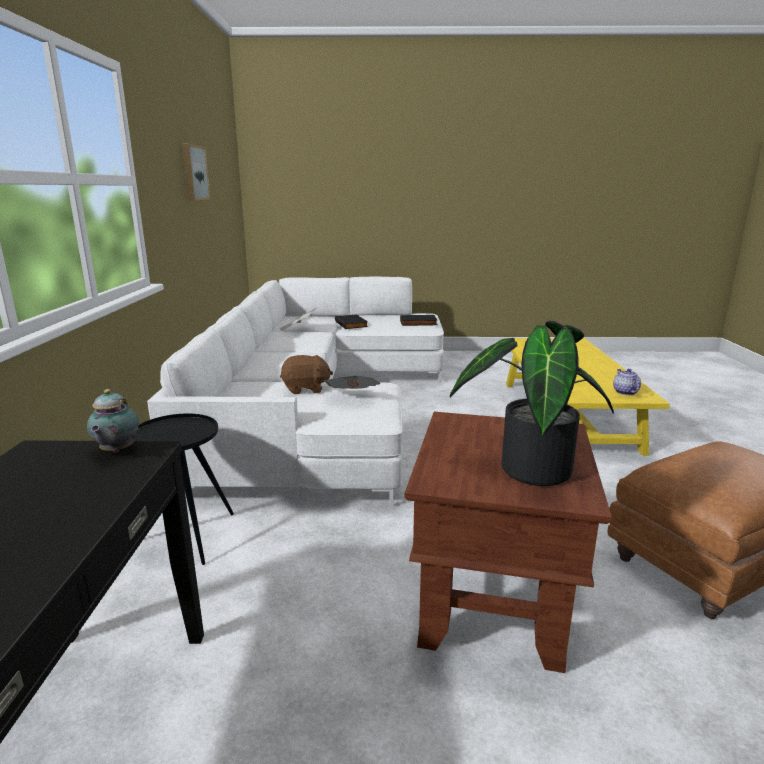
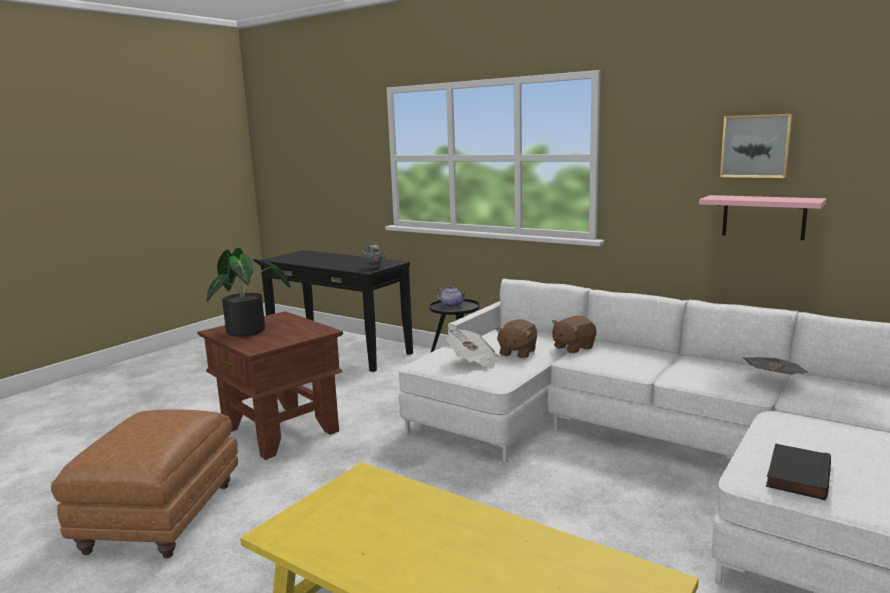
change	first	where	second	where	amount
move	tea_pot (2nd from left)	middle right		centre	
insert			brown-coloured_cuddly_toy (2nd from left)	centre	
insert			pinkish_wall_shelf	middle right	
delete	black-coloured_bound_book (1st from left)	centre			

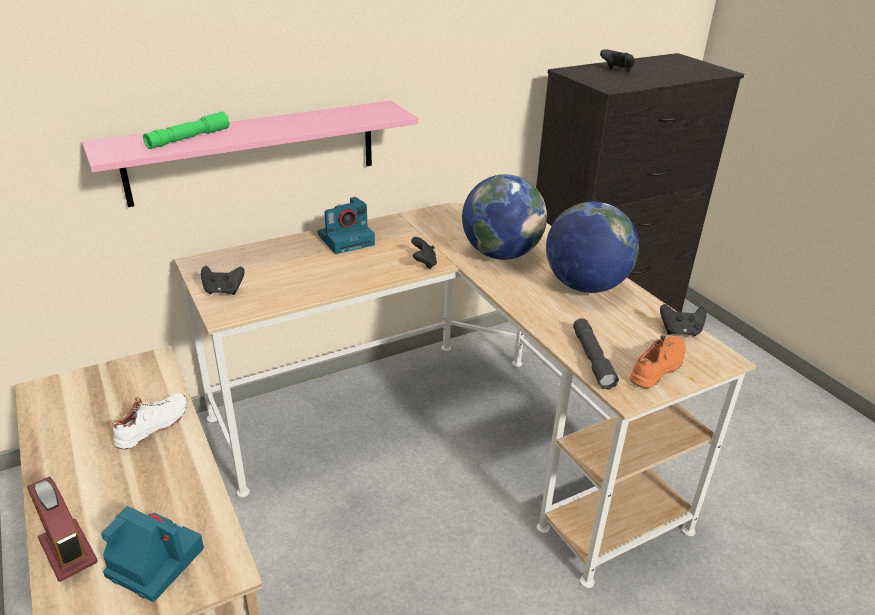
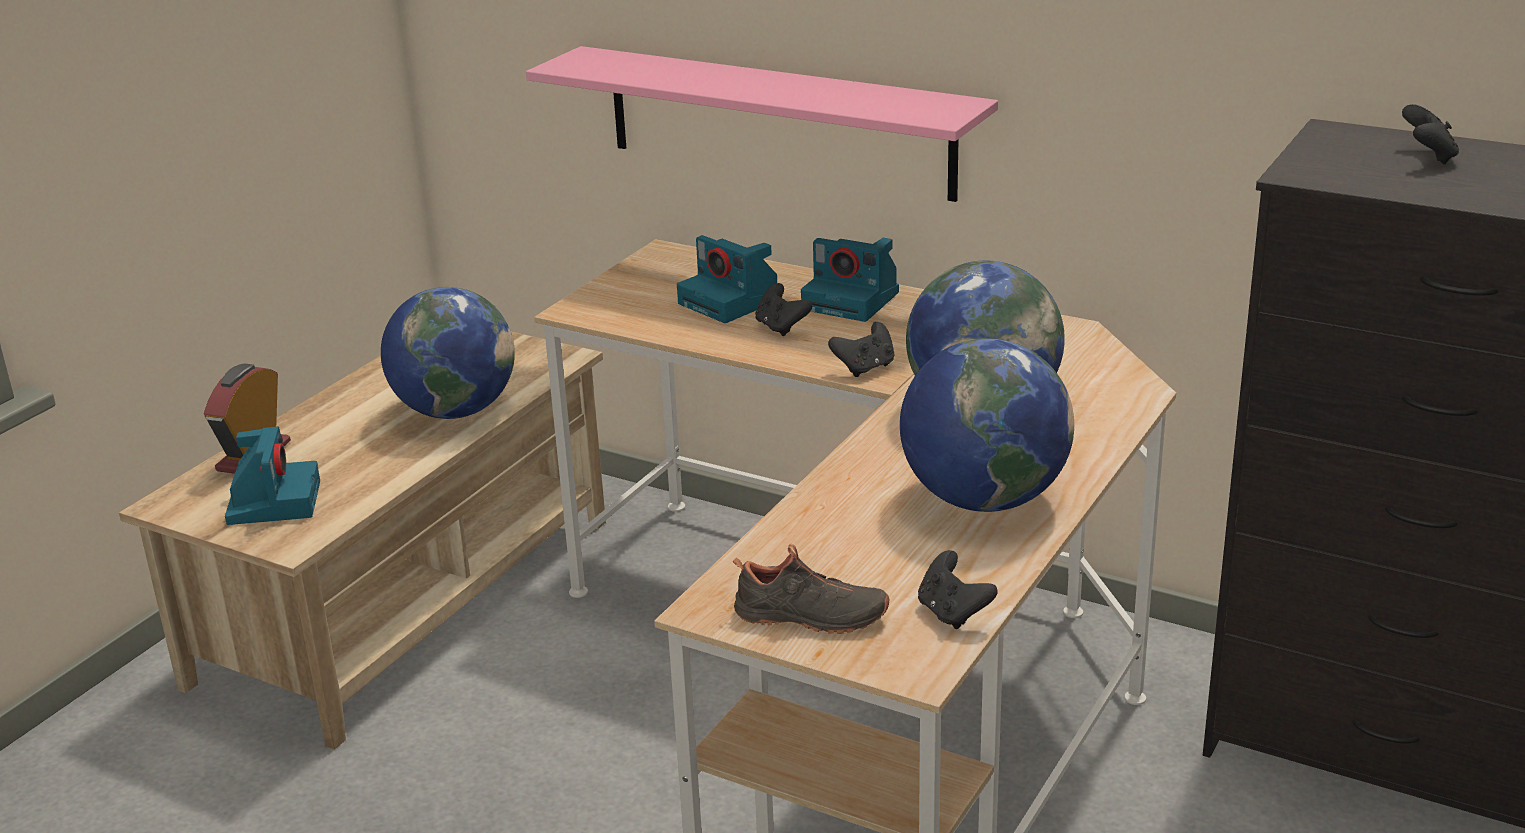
change	first	where	second	where	amount
replace	white-coloured_low_shoe	bottom left	desk_globe (1st from left)	middle left	
insert			photo_camera (2nd from left)	centre	
recolor	orange-coloured_low_shoe	middle right	black-coloured_low_shoe	bottom centre	
move	black-coloured_joypad (1st from left)	middle left		centre	
delete	greenish_hand_torch	top left			
delete	greyish_hand_torch	middle right			

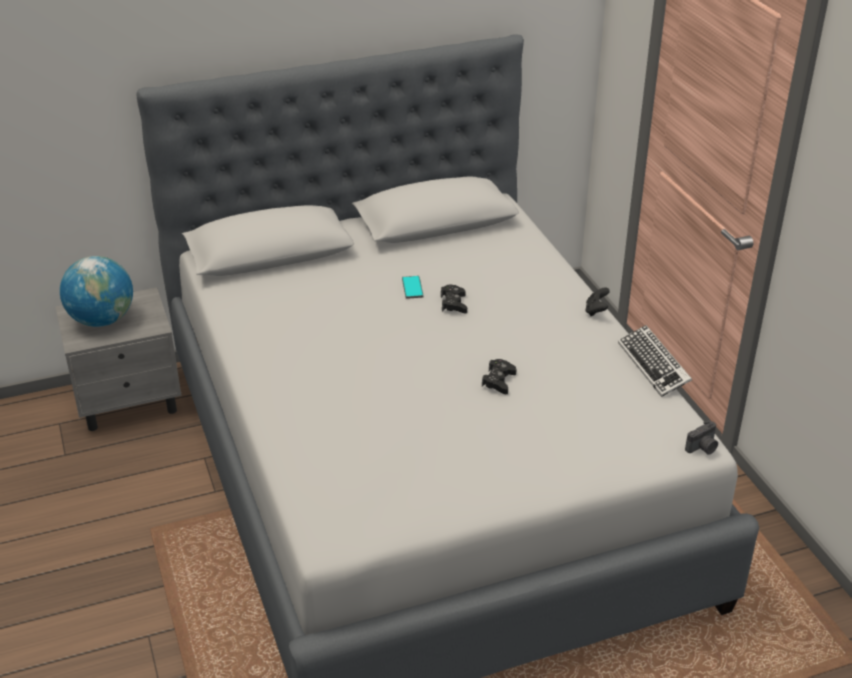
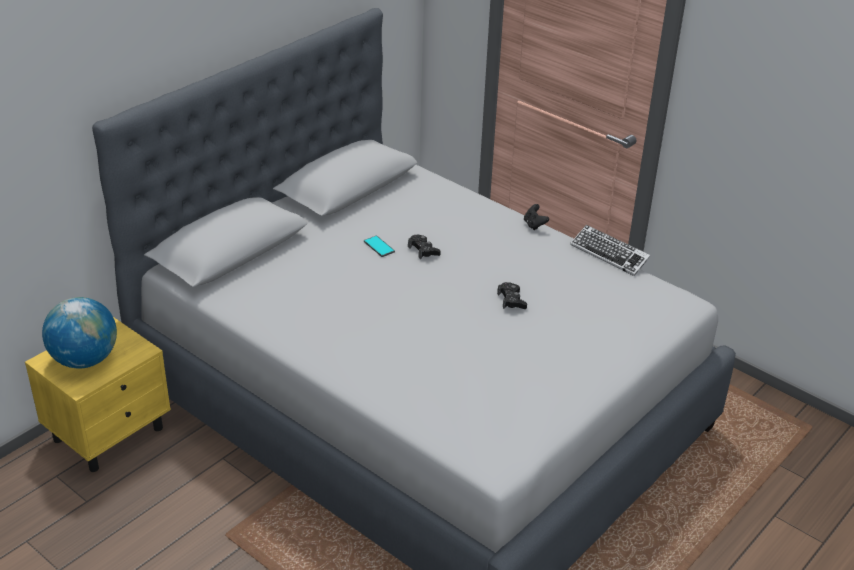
change	first	where	second	where	amount
recolor	greyish_night_table	middle left	yellow_night_table	bottom left	
delete	photo_camera	middle right			

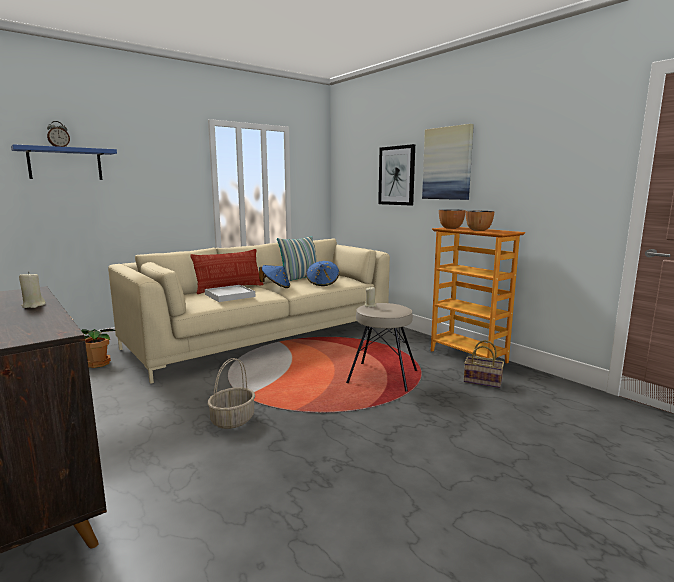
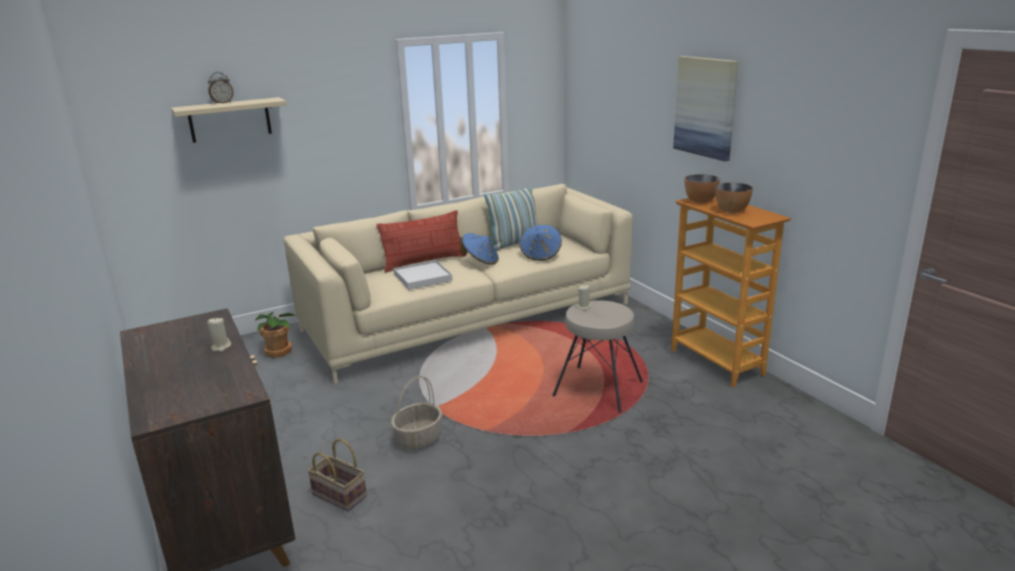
change	first	where	second	where	amount
recolor	blue_wall_shelf	top left	sand-coloured_wall_shelf	top left	
move	storage_basket (2nd from left in the first image)	middle right	storage_basket (1st from left)	bottom left	
delete	picture (1st from left)	top centre			

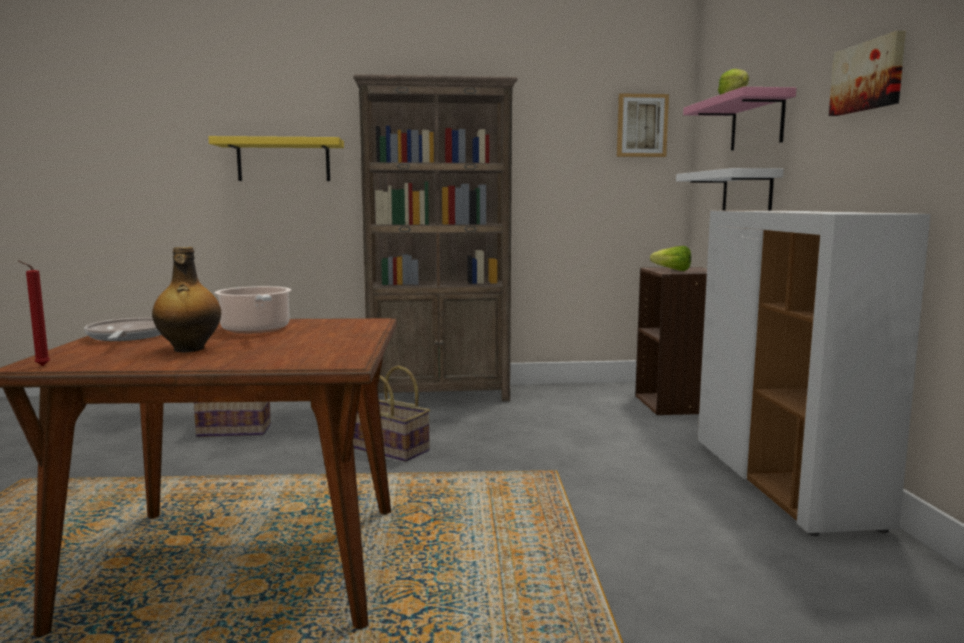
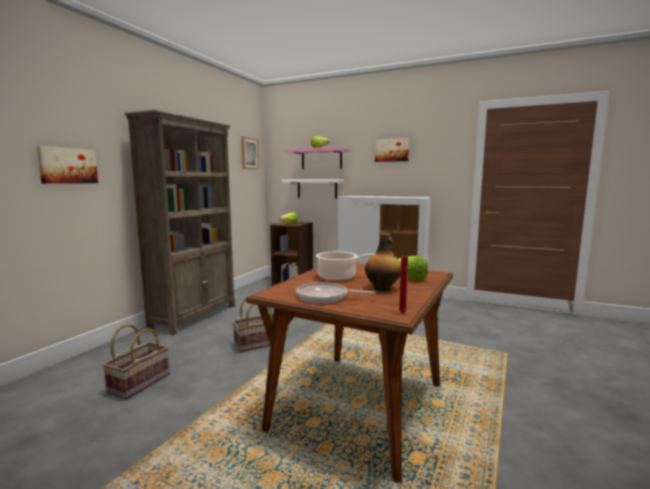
change	first	where	second	where	amount
replace	yellow_wall_shelf	top left	picture (1st from left)	middle left	
insert			lettuce (3rd from left)	centre	

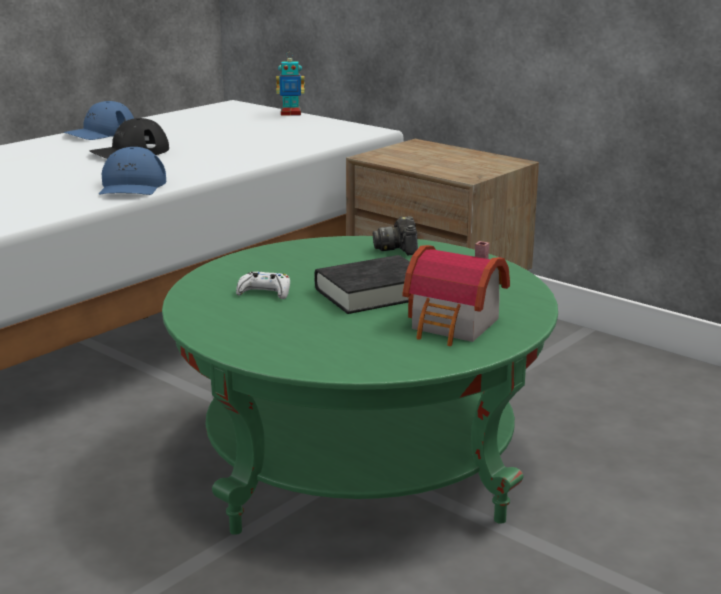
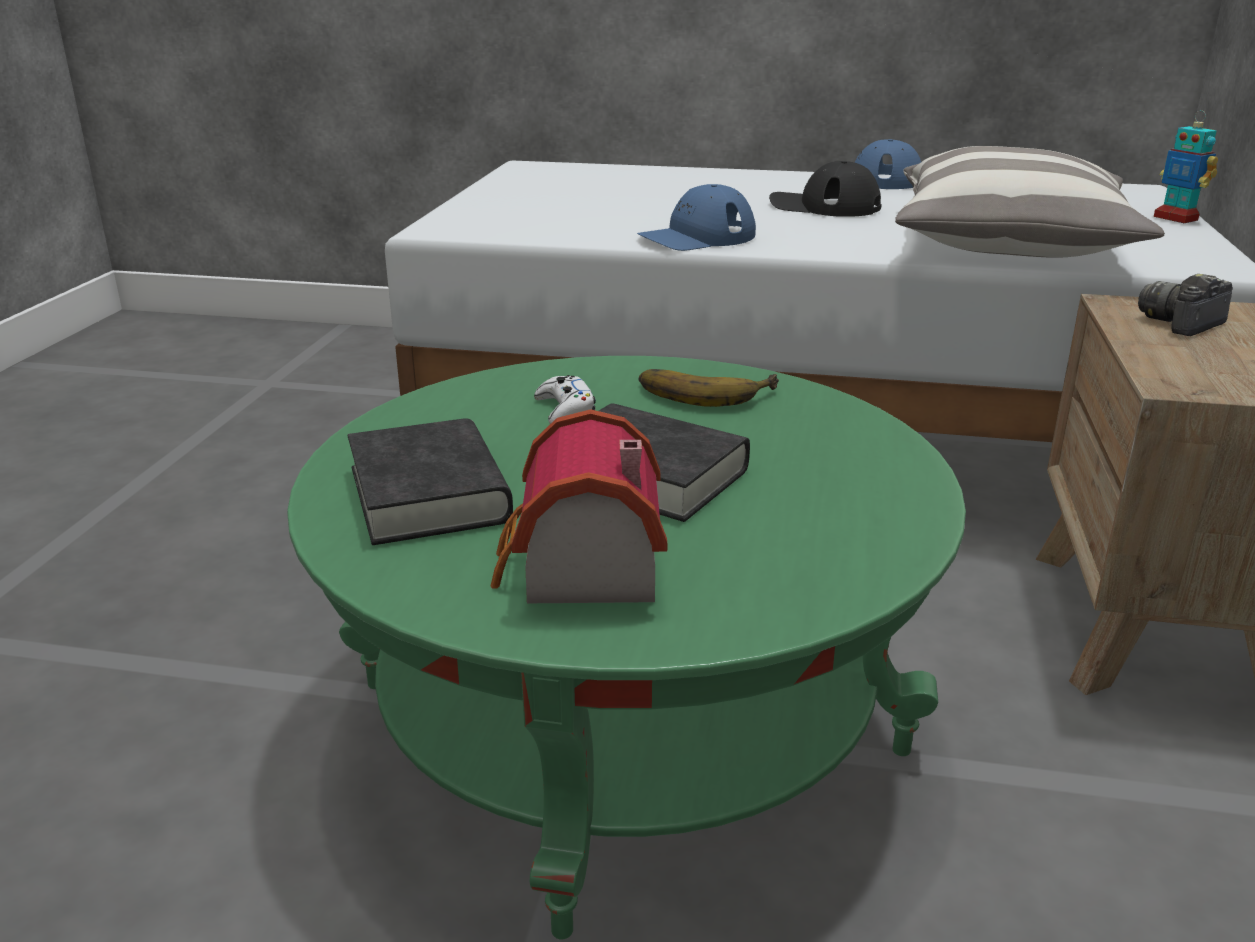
change	first	where	second	where	amount
insert			black-coloured_bound_book (1st from left)	centre	
insert			whole_banana	centre	
insert			pillow	top right	
move	photo_camera	centre		top right	

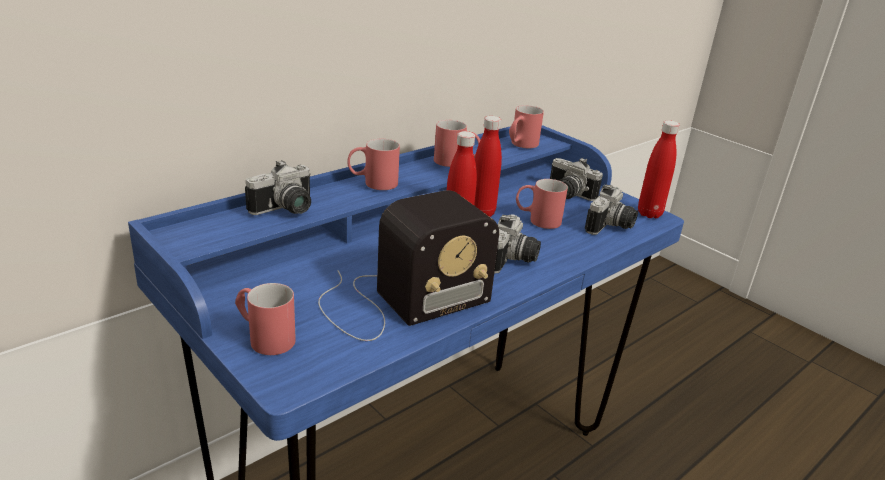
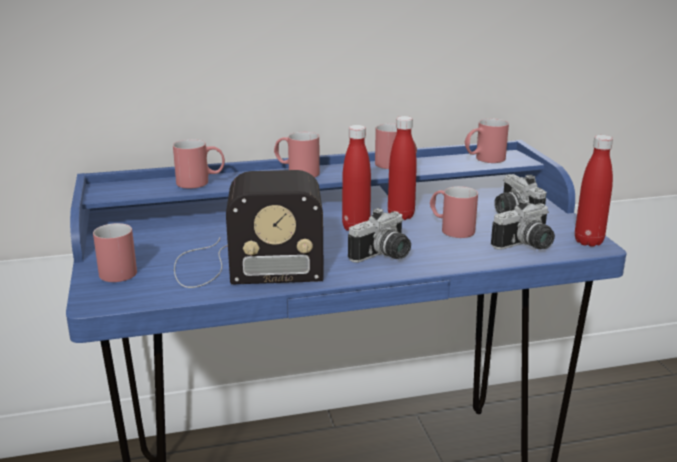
change	first	where	second	where	amount
replace	photo_camera (1st from left)	middle left	reddish_coffee_mug (2nd from left)	middle left	

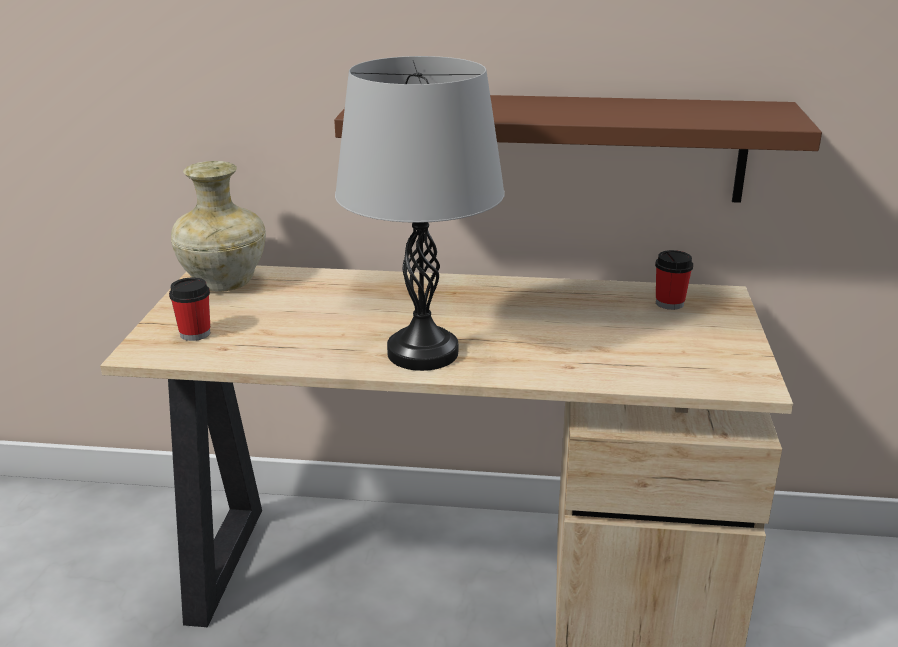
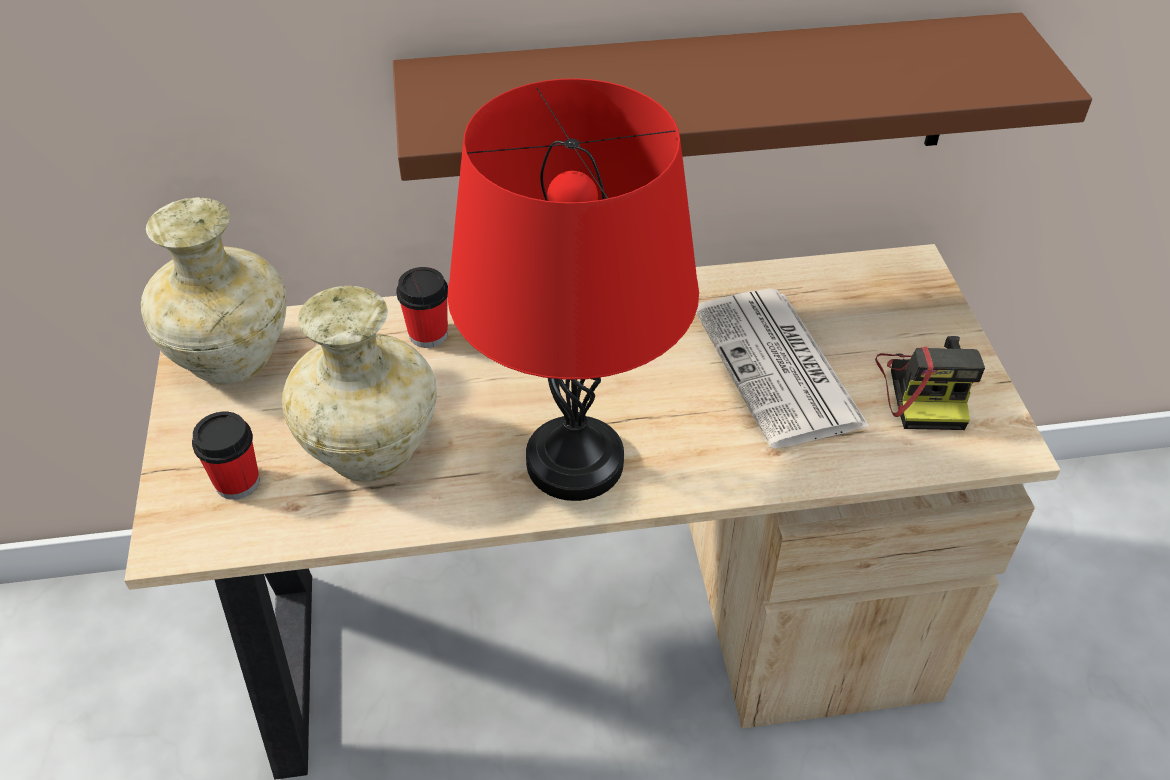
change	first	where	second	where	amount
insert			sand-coloured_flower_vase (2nd from left)	middle left	
move	drinking_cup (2nd from left)	middle right		centre	
recolor	greyish_table_lamp	top centre	reddish_table_lamp	centre	
insert			daily_paper	middle right	
insert			photo_camera	middle right	

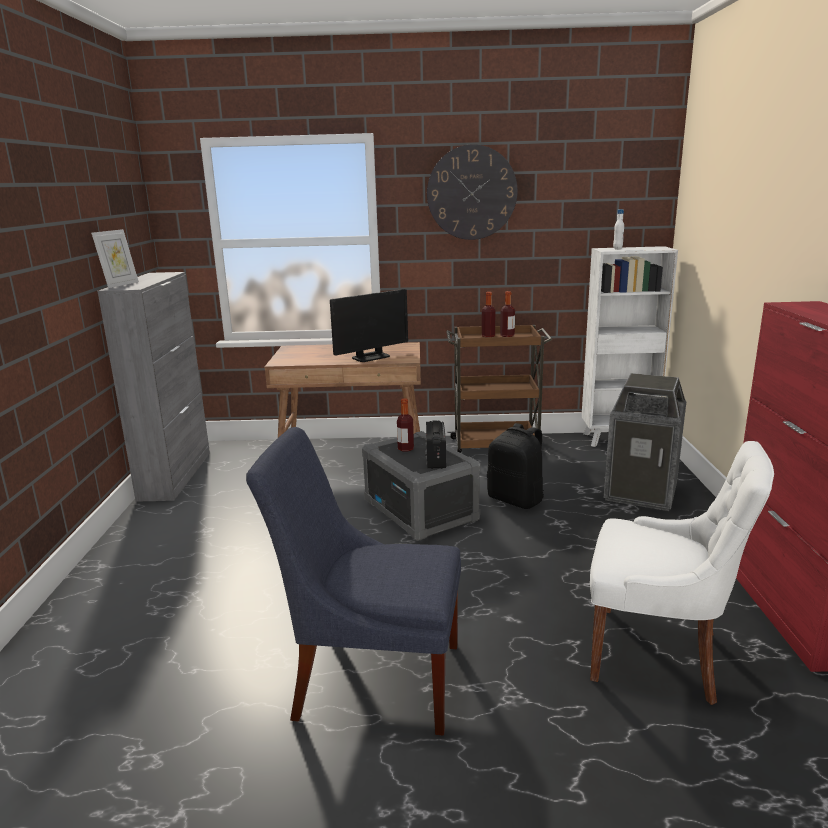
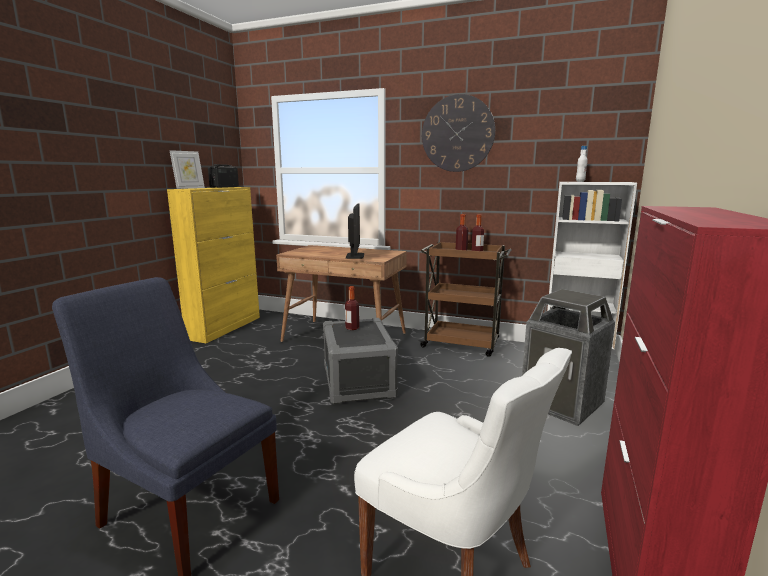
change	first	where	second	where	amount
recolor	greyish_cupboard	middle left	yellow_cupboard	middle left	
move	radio_set	centre		top left	
rotate	monitor	centre		centre	75 degrees counterclockwise
delete	black-coloured_rucksack	centre			

